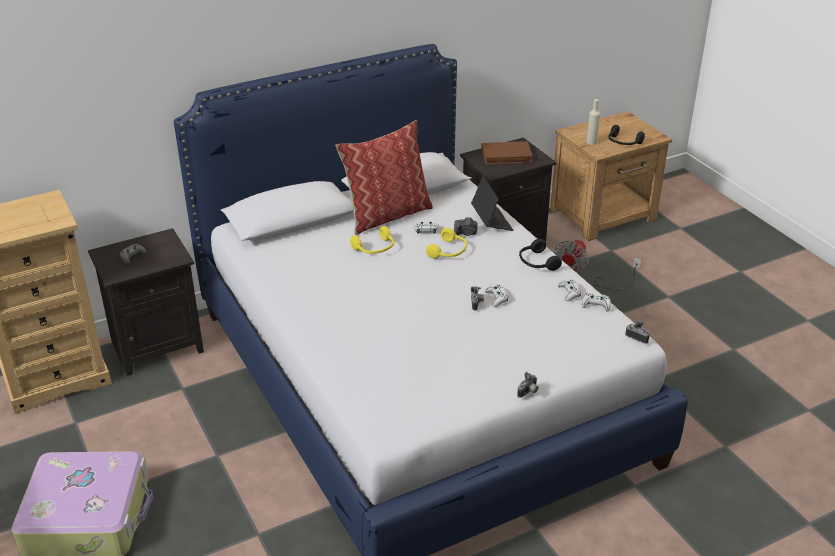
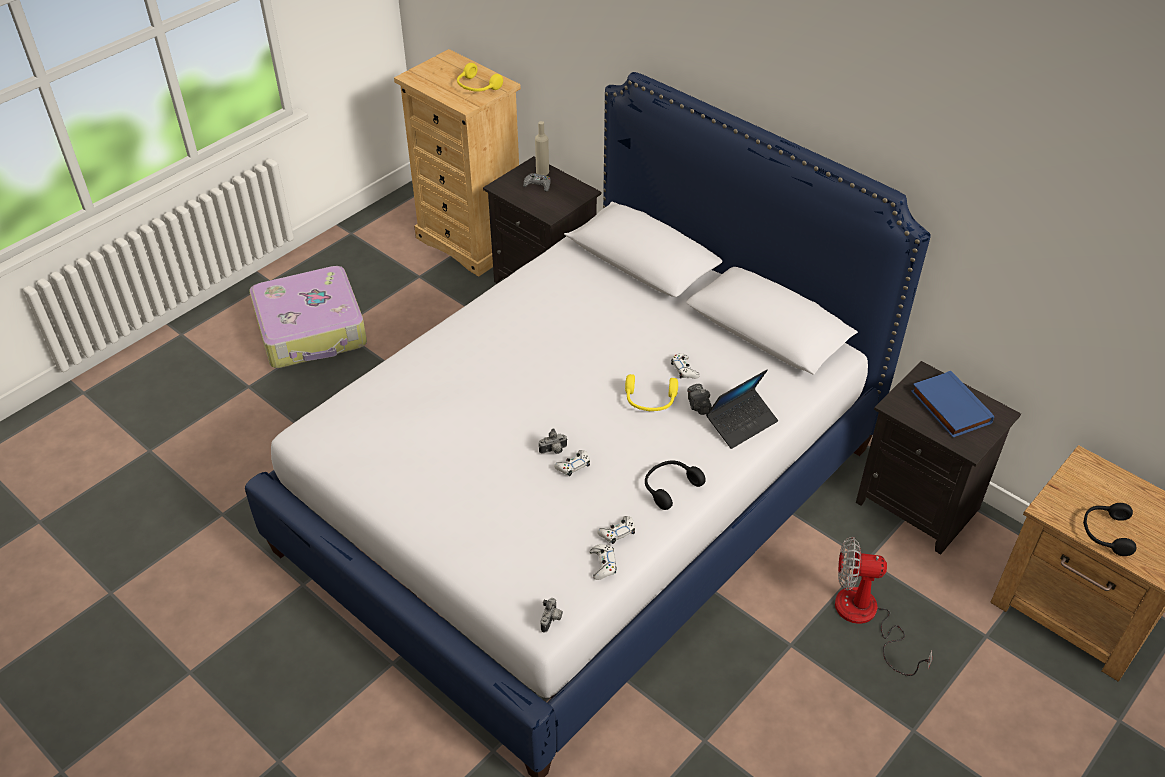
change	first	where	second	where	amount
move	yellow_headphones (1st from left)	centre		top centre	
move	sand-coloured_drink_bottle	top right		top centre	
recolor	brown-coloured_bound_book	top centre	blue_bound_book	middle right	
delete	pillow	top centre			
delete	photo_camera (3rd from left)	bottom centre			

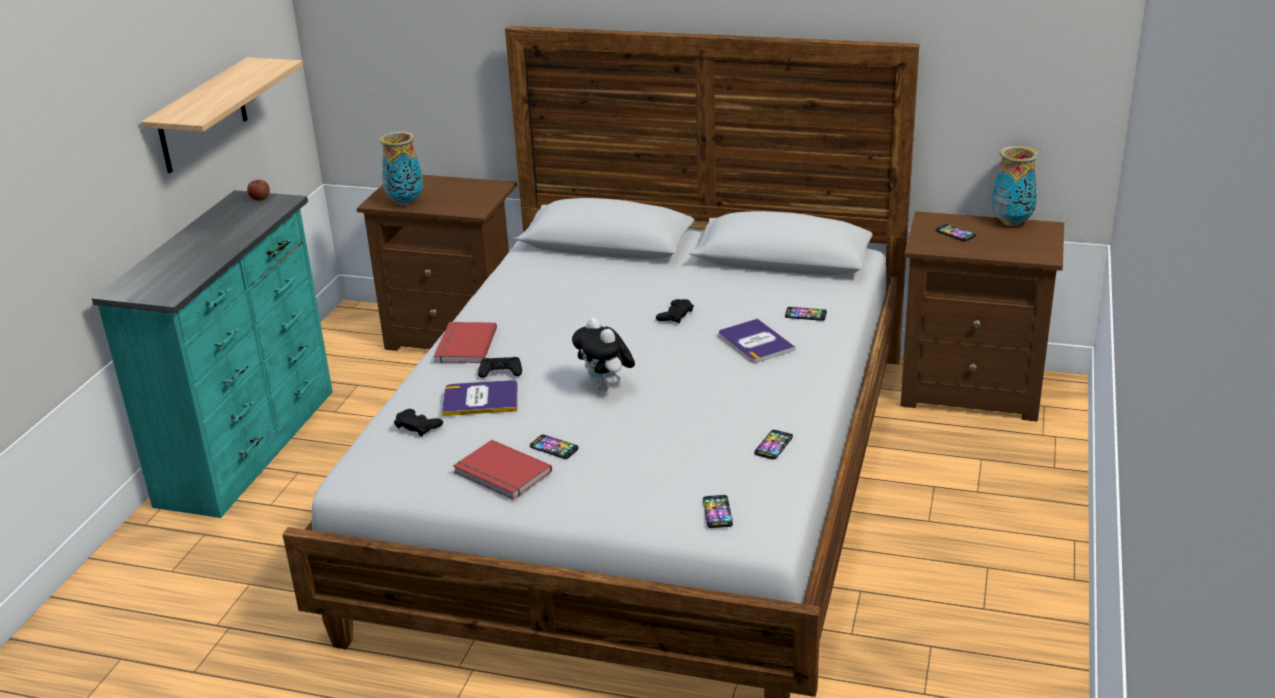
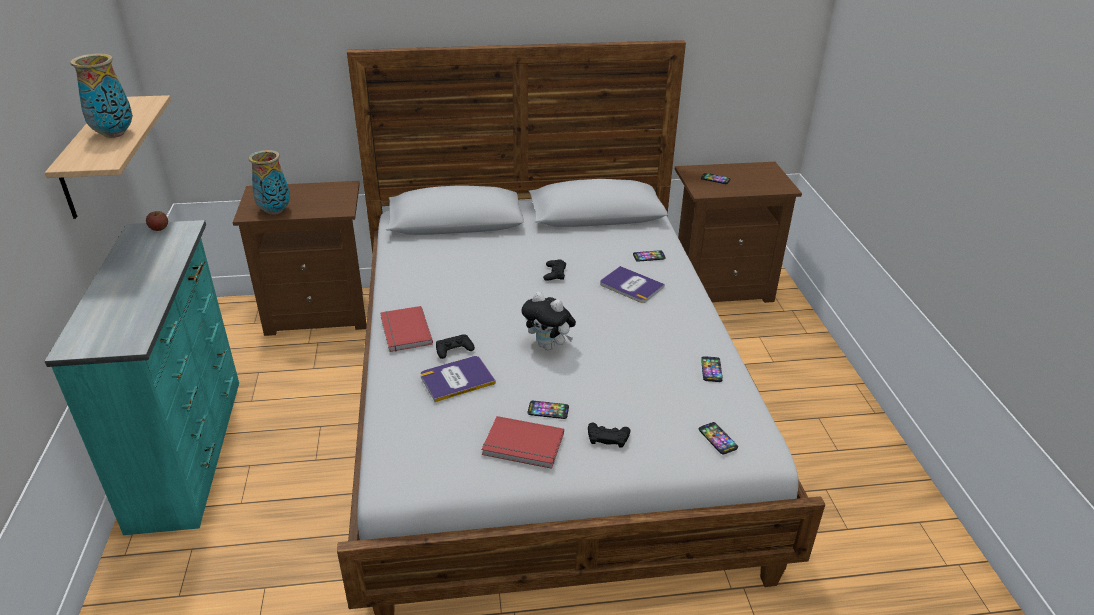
change	first	where	second	where	amount
move	flower_vase (2nd from left in the first image)	top right	flower_vase (1st from left)	top left	
move	black-coloured_joypad (1st from left in the first image)	middle left	black-coloured_joypad (3rd from left)	bottom centre	

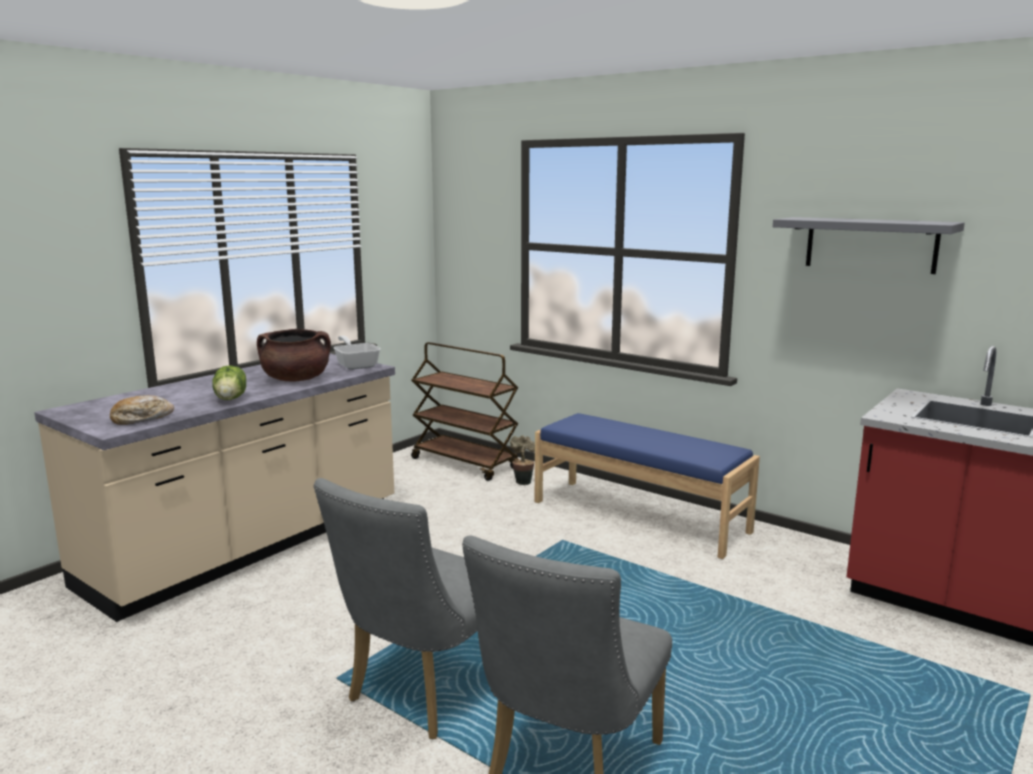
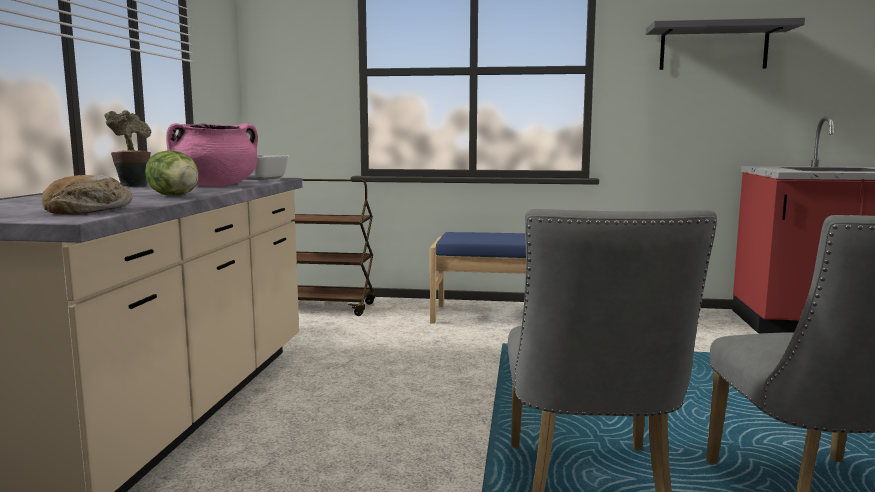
change	first	where	second	where	amount
move	plant_in_a_pot	centre		top left	
recolor	brown-coloured_saucepot	middle left	pinkish_saucepot	top left	

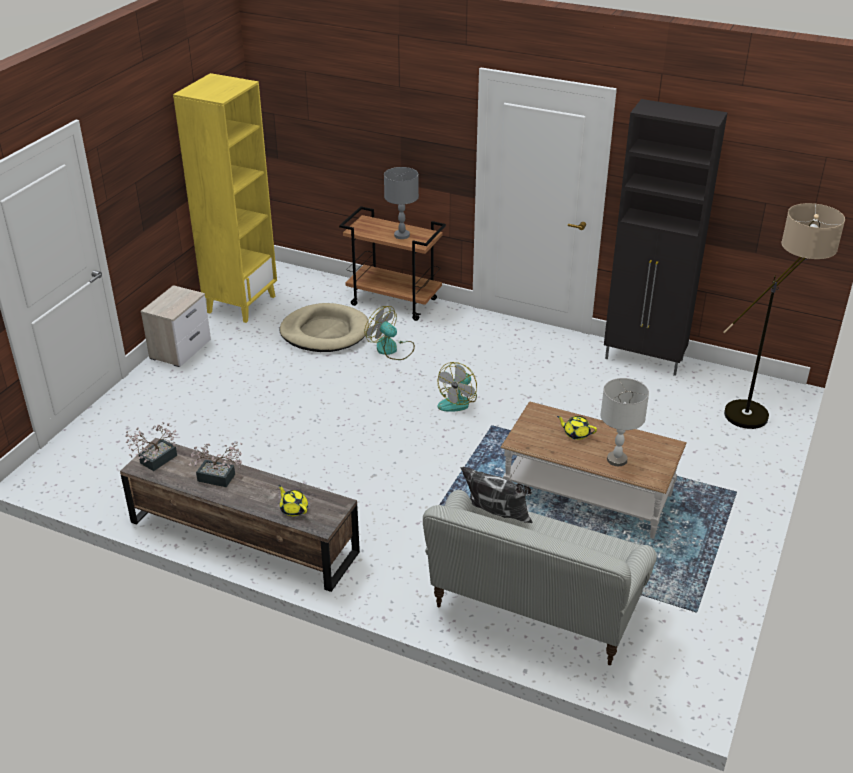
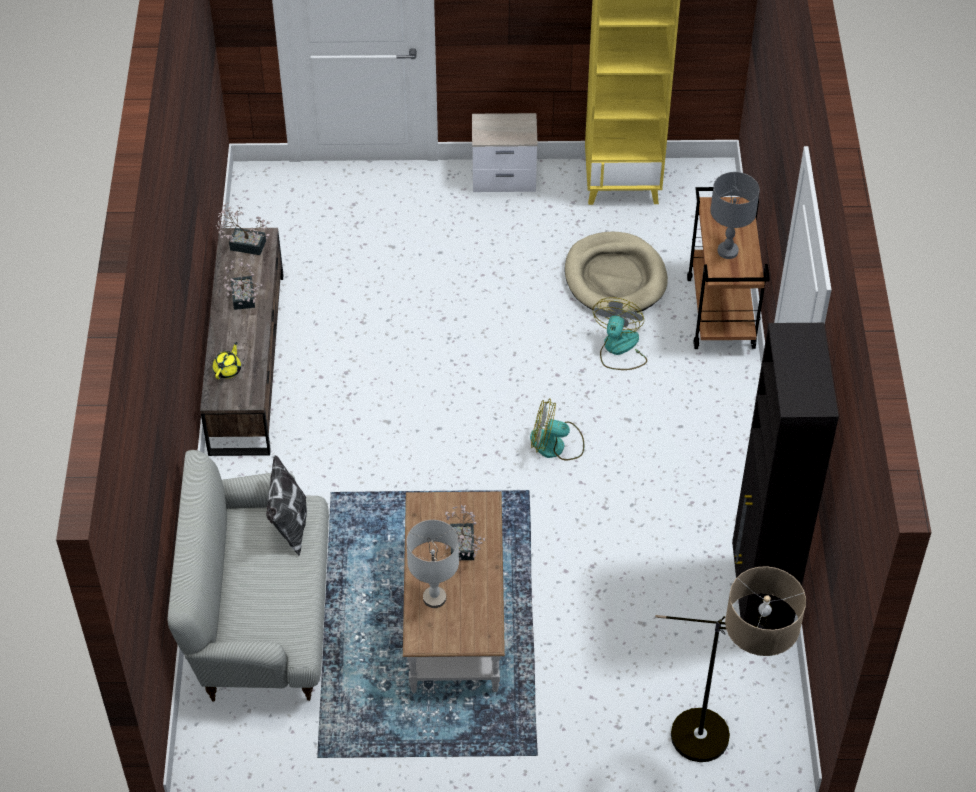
change	first	where	second	where	amount
replace	yellow_tea_pot (2nd from left)	middle right	plant_in_a_pot (3rd from left)	bottom centre	

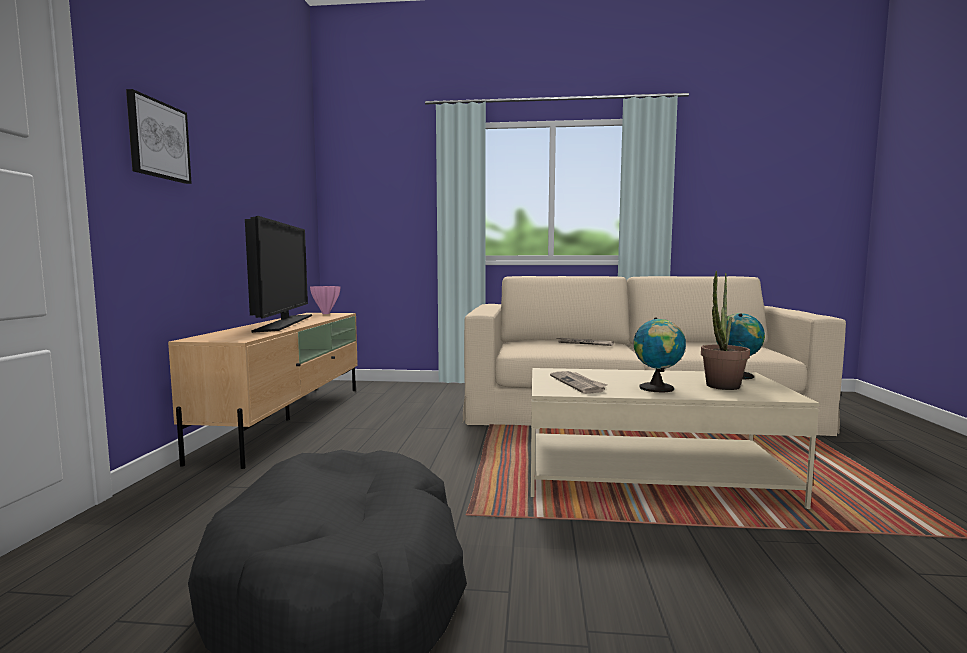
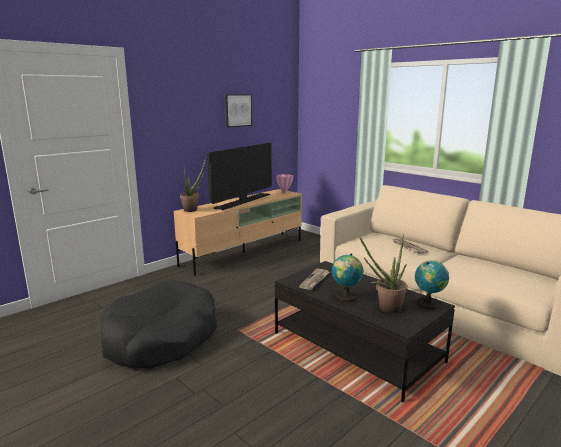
change	first	where	second	where	amount
insert			plant_in_a_pot (1st from left)	centre	
move	picture	top left		top centre	
recolor	sand-coloured_low_table	bottom right	black-coloured_low_table	bottom centre	

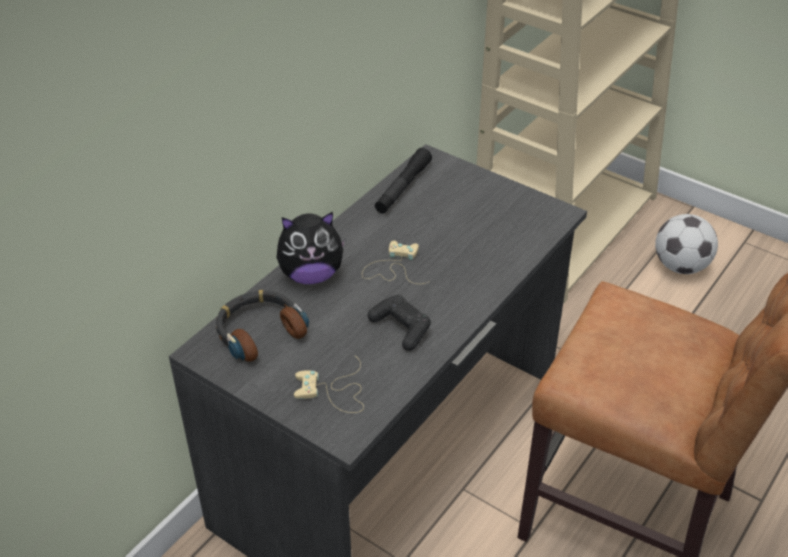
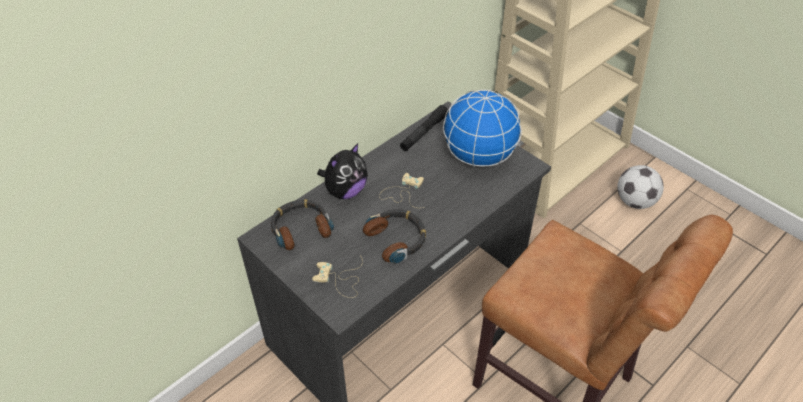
change	first	where	second	where	amount
rotate	cuddly_toy	centre		centre	45 degrees counterclockwise
replace	black-coloured_joypad	centre	headphones (2nd from left)	centre	
insert			desk_globe	top centre	

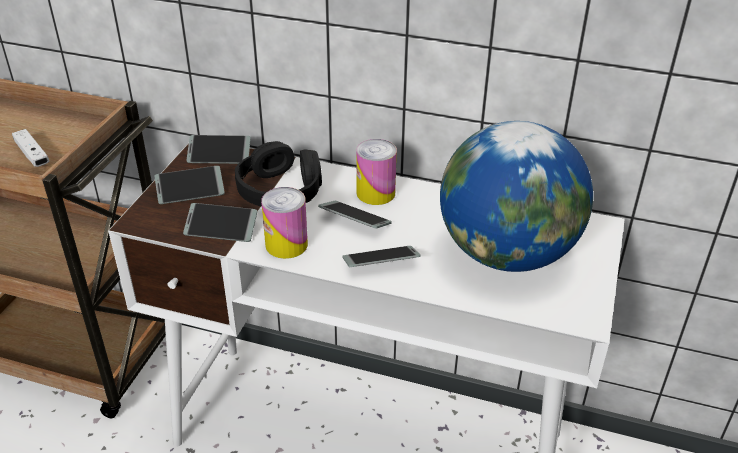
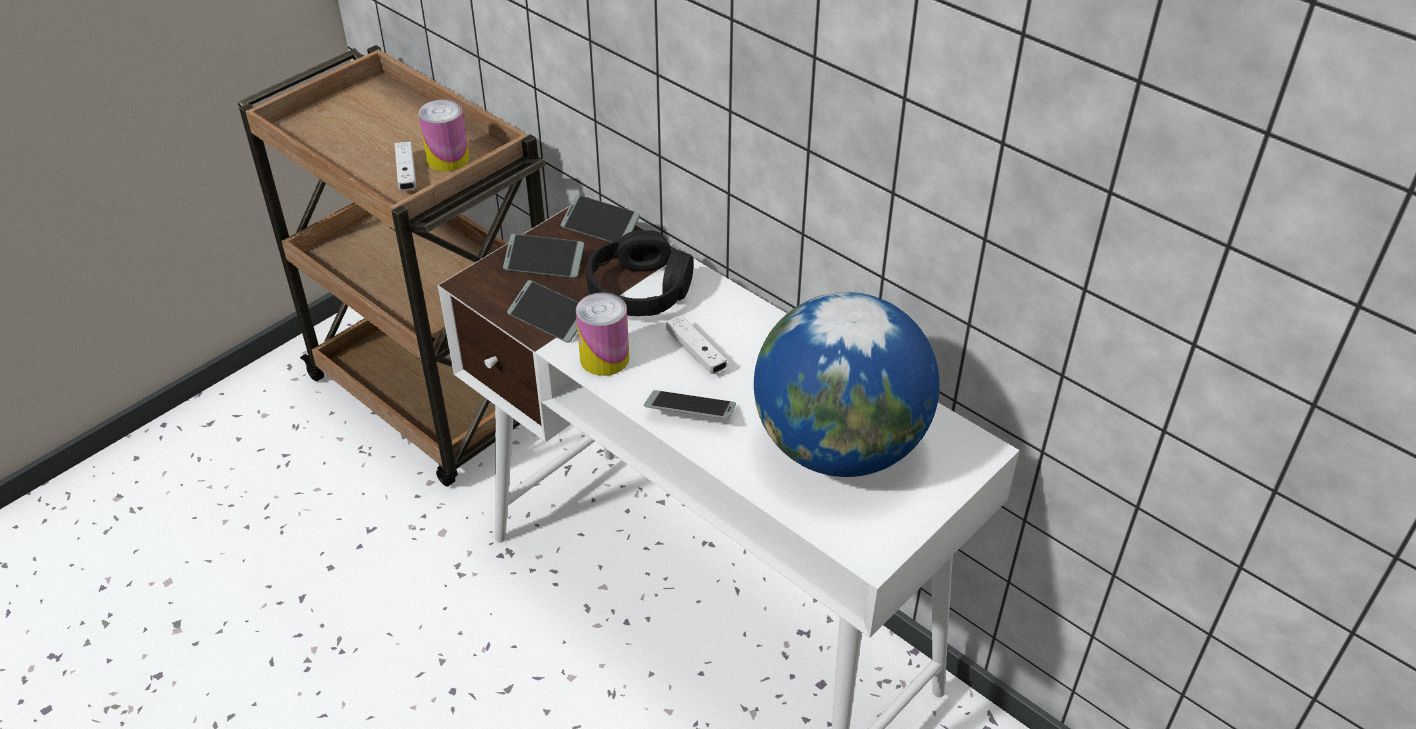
change	first	where	second	where	amount
move	metal_can (2nd from left in the first image)	centre	metal_can (1st from left)	top left	
replace	telephone (4th from left)	centre	white-coloured_joypad (2nd from left)	centre	

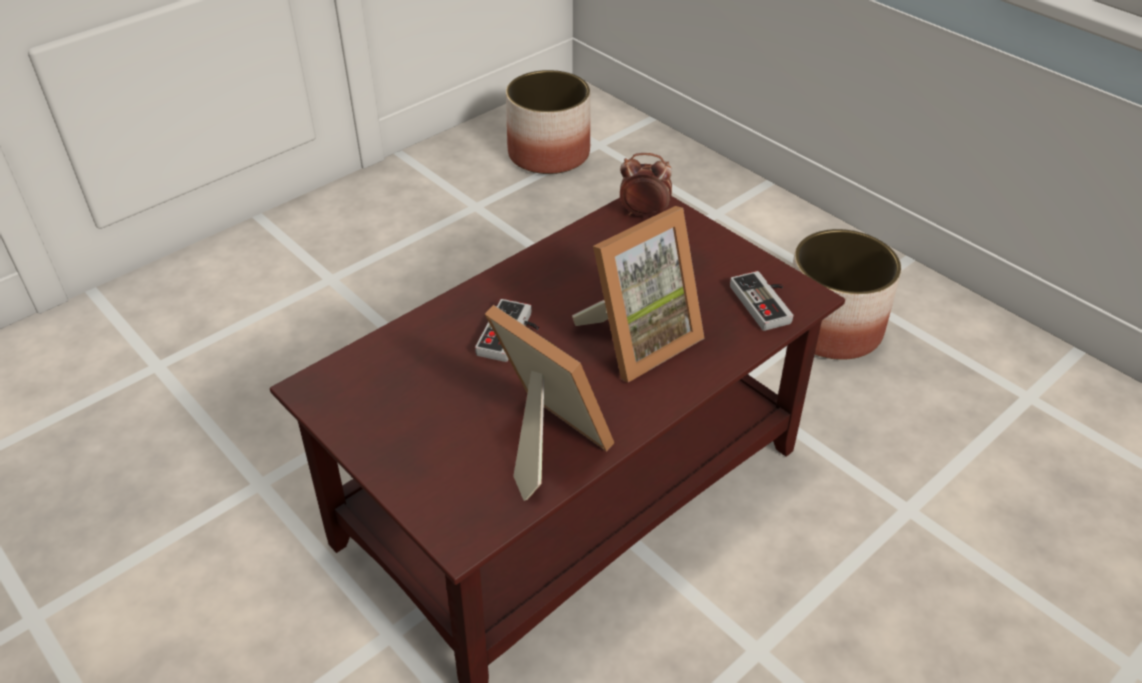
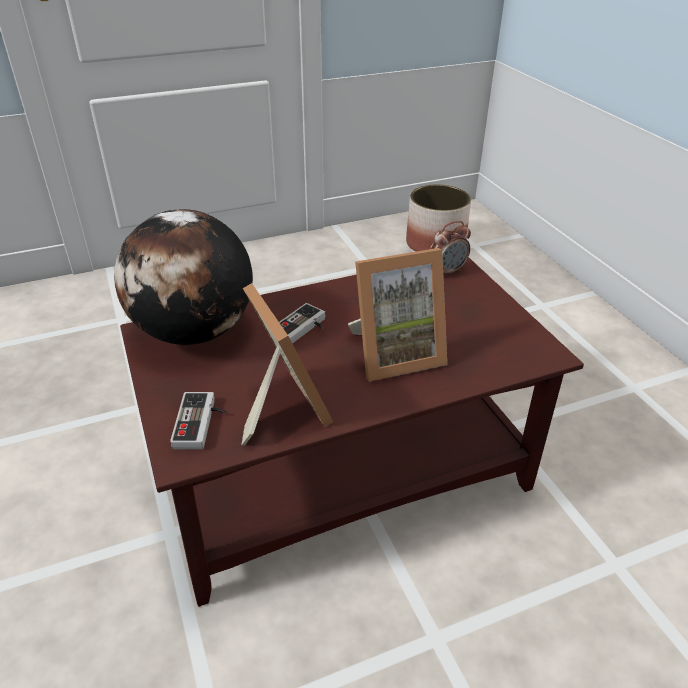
change	first	where	second	where	amount
insert			desk_globe	middle left	
move	joypad (2nd from left in the first image)	middle right	joypad (1st from left)	middle left	
rotate	table_clock	top centre		centre	120 degrees clockwise
delete	planter (2nd from left)	middle right			

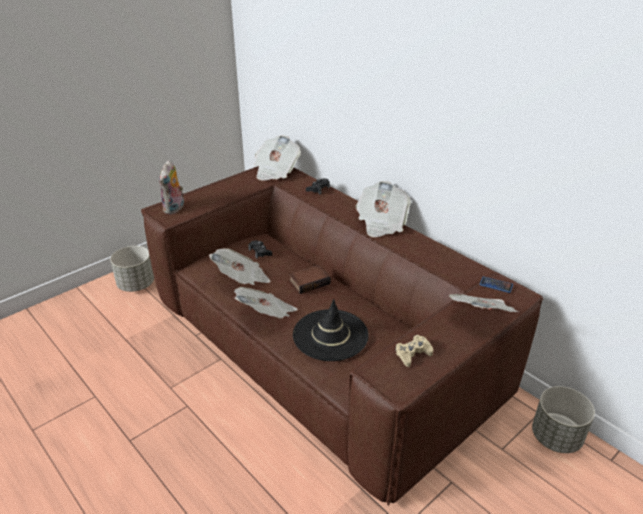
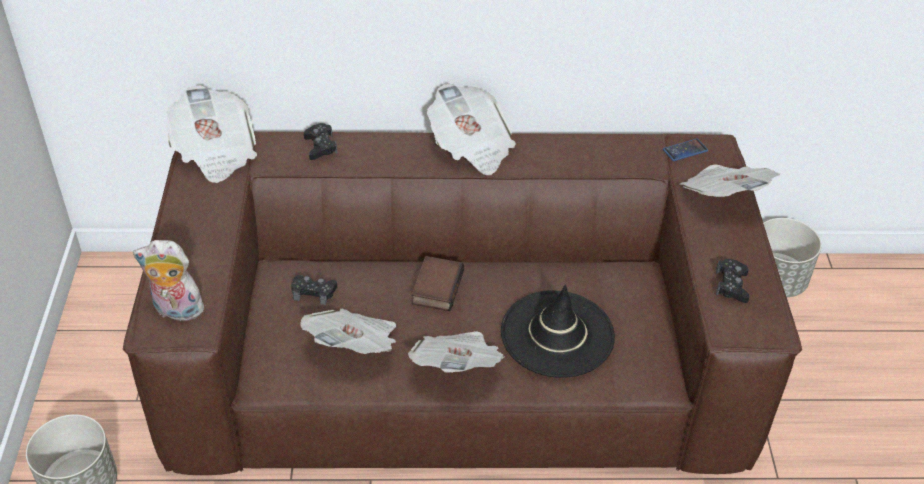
change	first	where	second	where	amount
rotate	cuddly_toy	middle left		middle left	135 degrees clockwise
recolor	sand-coloured_joypad	bottom centre	black-coloured_joypad (3rd from left)	middle right	

